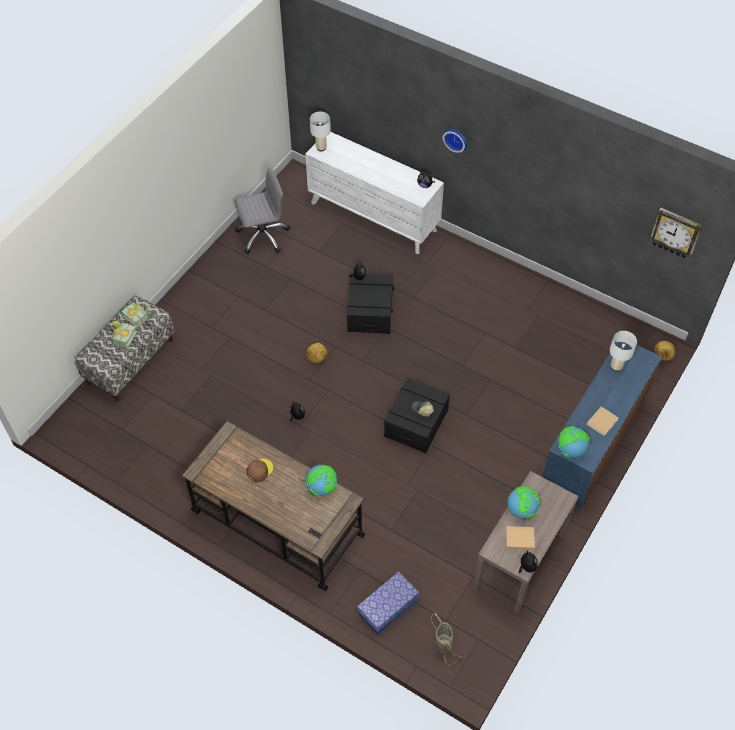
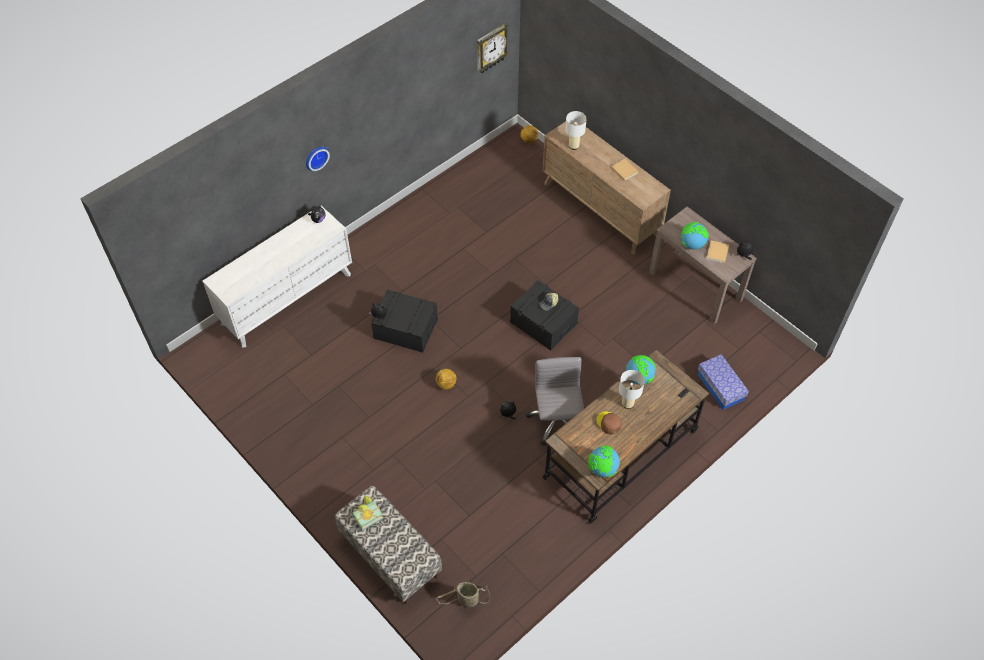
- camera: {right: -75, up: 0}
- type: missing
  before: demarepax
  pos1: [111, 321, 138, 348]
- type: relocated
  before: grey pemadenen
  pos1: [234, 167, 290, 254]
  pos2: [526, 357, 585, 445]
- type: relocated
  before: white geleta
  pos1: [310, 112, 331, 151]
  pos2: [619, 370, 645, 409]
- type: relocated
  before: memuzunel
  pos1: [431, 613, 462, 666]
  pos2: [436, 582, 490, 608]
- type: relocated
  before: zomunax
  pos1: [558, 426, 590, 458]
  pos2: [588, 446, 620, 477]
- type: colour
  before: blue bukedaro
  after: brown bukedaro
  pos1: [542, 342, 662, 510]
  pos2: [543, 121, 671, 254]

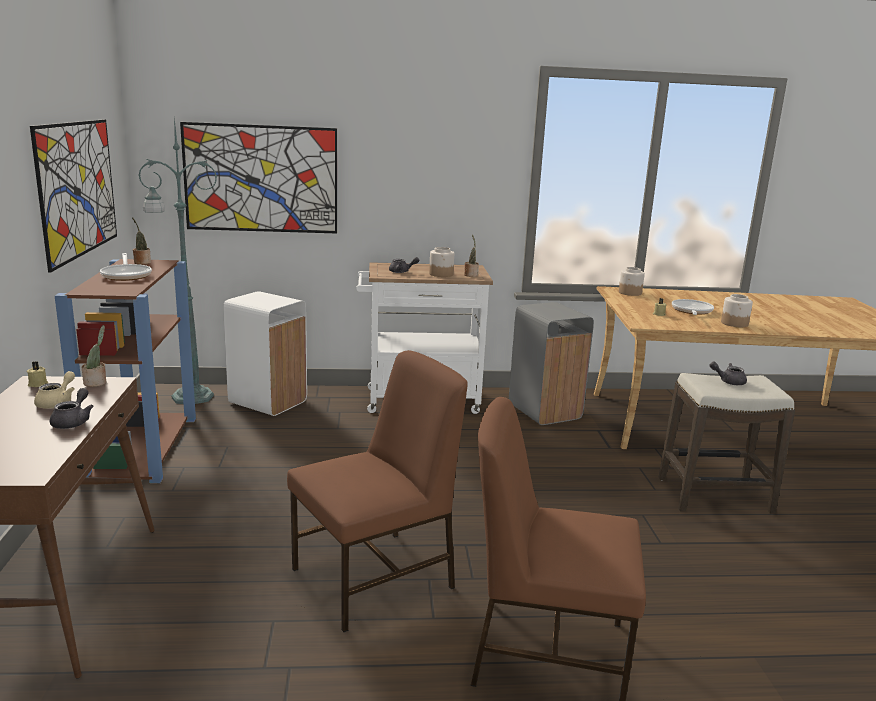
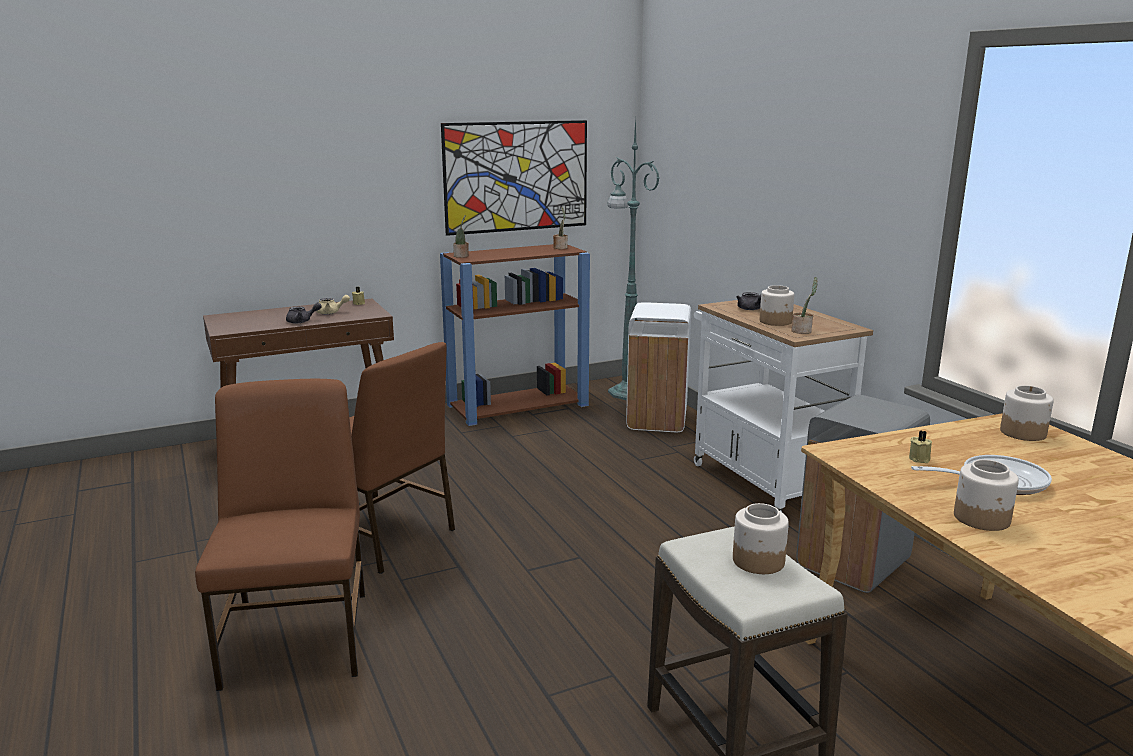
- camera: {right: 70, up: 0}
- type: missing
  before: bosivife
  pos1: [100, 253, 152, 281]
- type: missing
  before: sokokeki
  pos1: [180, 122, 337, 233]
- type: relocated
  before: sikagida
  pos1: [81, 325, 106, 387]
  pos2: [453, 215, 469, 258]
- type: exchanged
  before: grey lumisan
  after: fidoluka
  pos1: [709, 362, 747, 385]
  pos2: [733, 503, 789, 574]

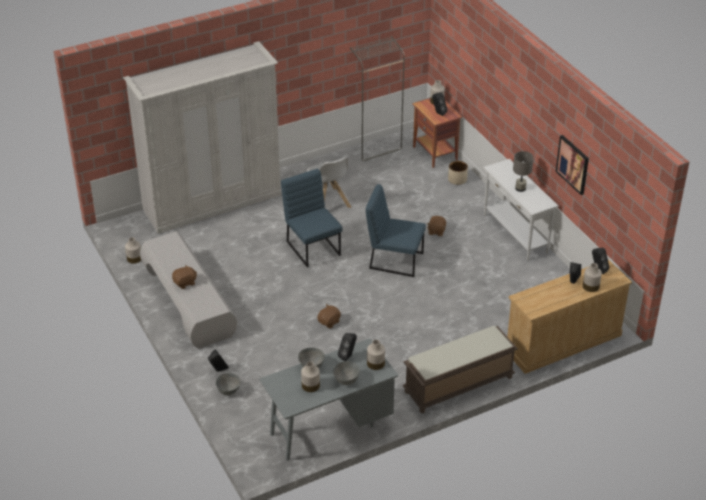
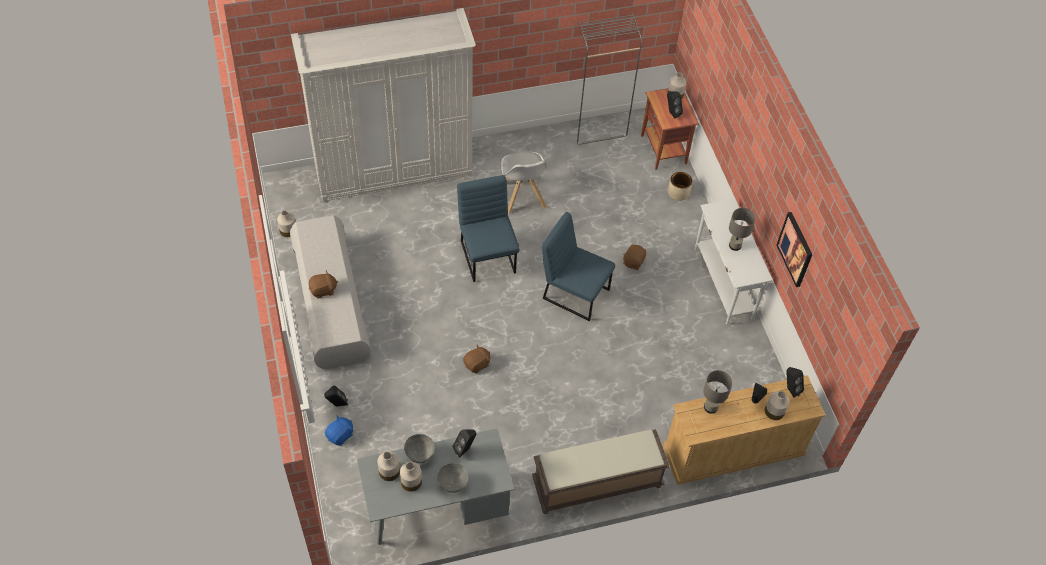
- camera: {right: 10, up: 15}
- type: appeared
  after: grey geleta
  pos2: [703, 370, 733, 414]
- type: relocated
  before: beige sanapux
  pos1: [367, 340, 385, 370]
  pos2: [377, 451, 400, 481]
- type: exchanged
  before: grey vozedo
  after: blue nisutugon
  pos1: [216, 373, 241, 395]
  pos2: [325, 416, 353, 446]

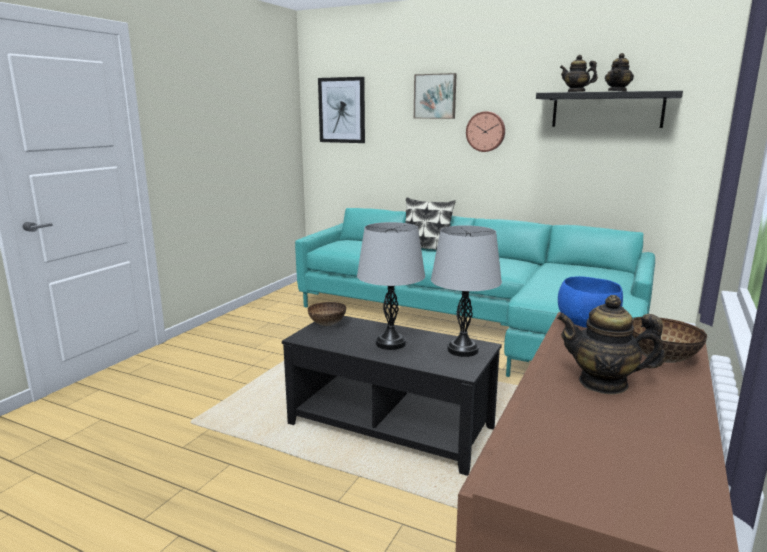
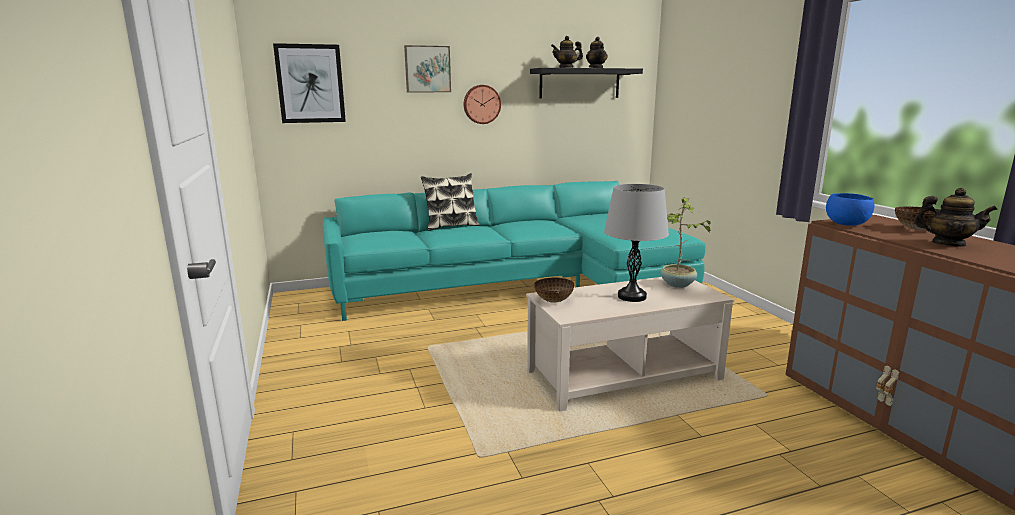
- camera: {right: -45, up: 0}
- type: exchanged
  before: grey geleta
  after: sikagida
  pos1: [431, 225, 502, 357]
  pos2: [660, 197, 711, 288]
- type: colour
  before: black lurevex
  after: beige lurevex
  pos1: [282, 316, 502, 476]
  pos2: [526, 277, 734, 412]
- type: spun
  before: lumisan
  pos1: [557, 295, 665, 395]
  pos2: [914, 188, 998, 247]
  turn: -120

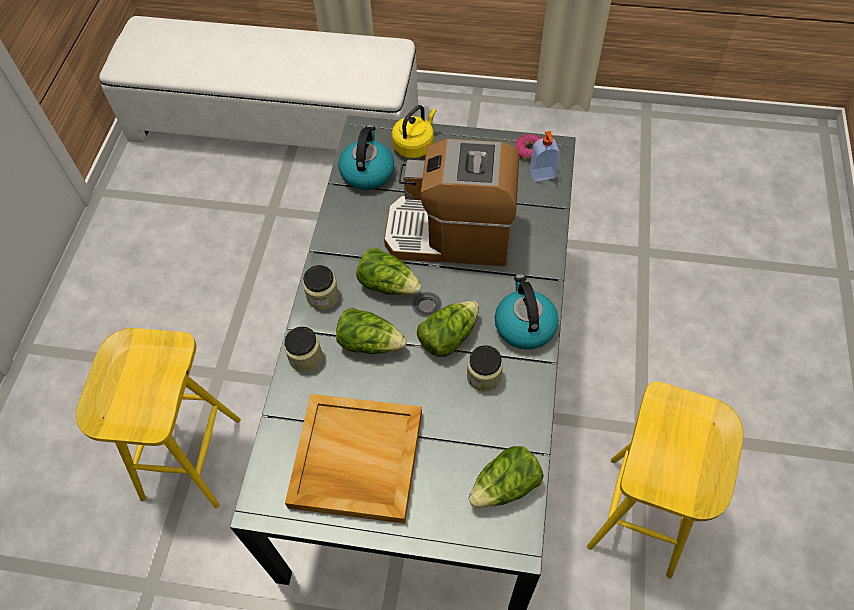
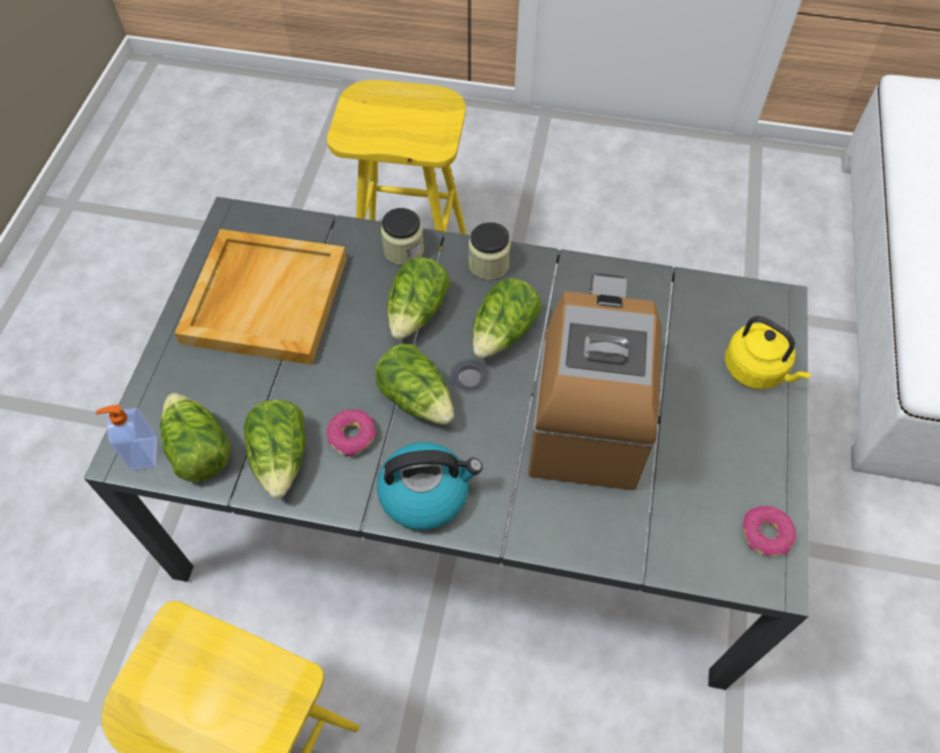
- camera: {right: 90, up: 0}
- type: missing
  before: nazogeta
  pos1: [338, 125, 394, 190]
- type: appeared
  after: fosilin
  pos2: [244, 400, 306, 498]
- type: relocated
  before: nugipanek
  pos1: [530, 131, 560, 182]
  pos2: [96, 405, 157, 471]
- type: exchanged
  before: fidoluka
  after: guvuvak
  pos1: [467, 345, 503, 392]
  pos2: [327, 409, 377, 457]

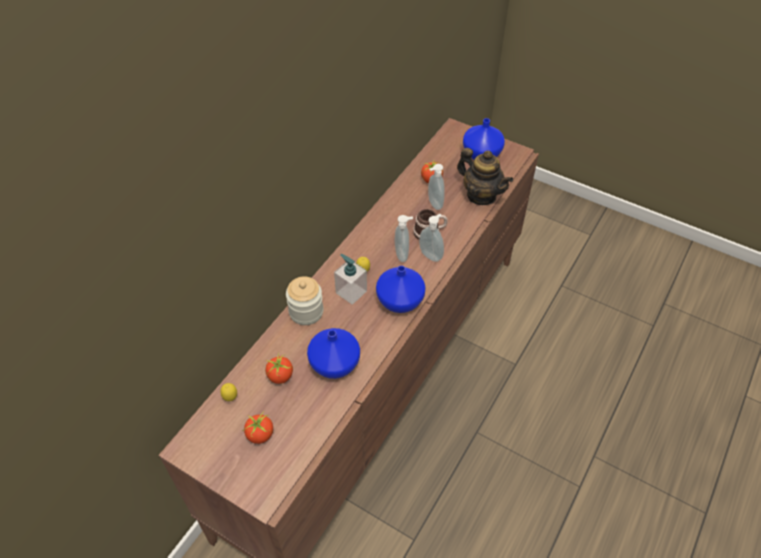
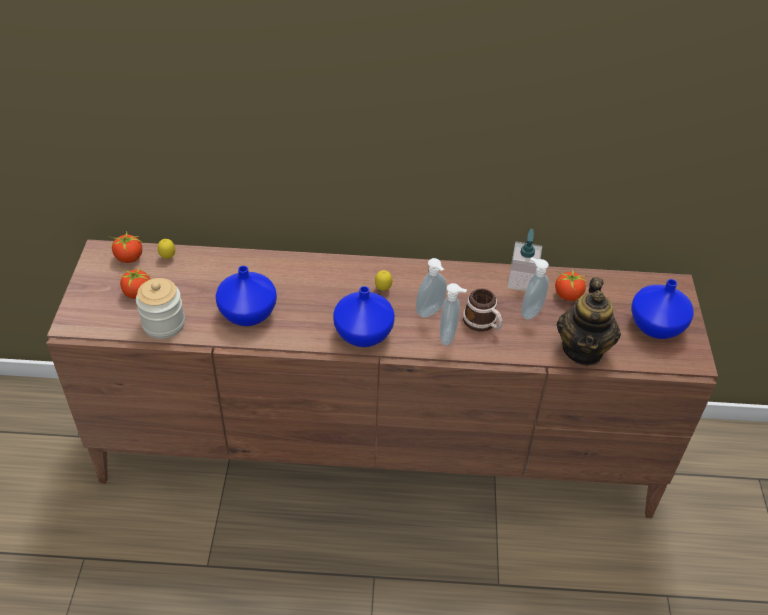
- camera: {right: 60, up: -5}
- type: relocated
  before: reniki
  pos1: [265, 352, 293, 384]
  pos2: [108, 231, 142, 263]
- type: relocated
  before: fidoluka
  pos1: [286, 277, 324, 325]
  pos2: [136, 278, 185, 339]
- type: relocated
  before: nugipanek
  pos1: [334, 254, 367, 305]
  pos2: [507, 228, 542, 291]

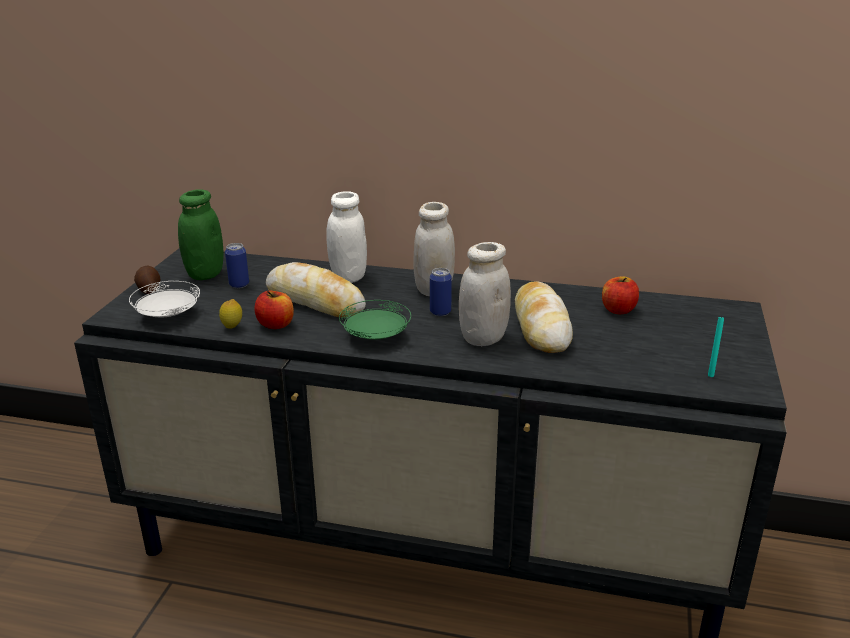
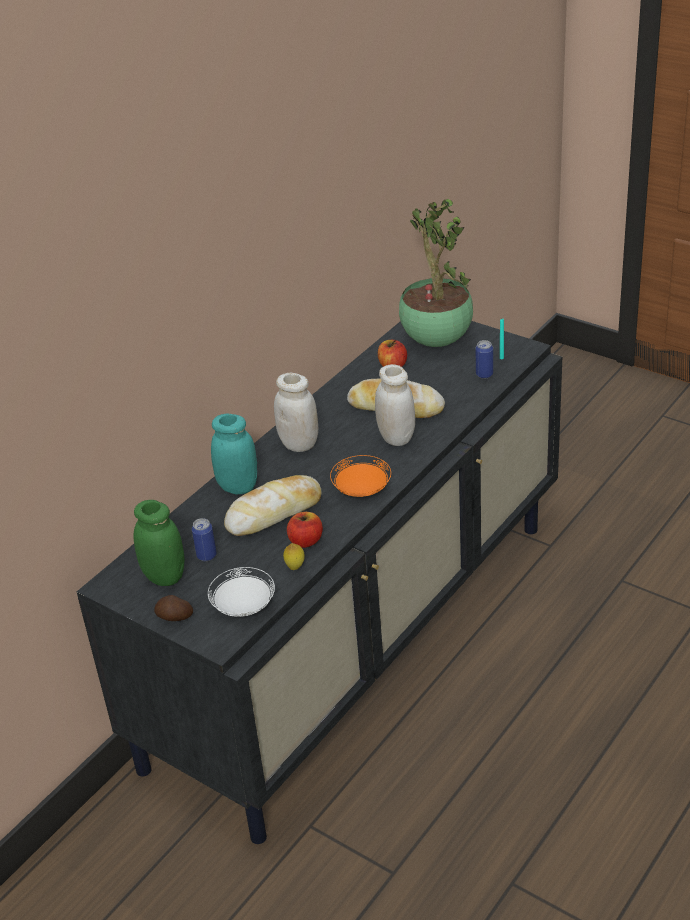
- camera: {right: -65, up: 10}
- type: appeared
  after: sikagida
  pos2: [399, 199, 473, 347]
- type: relocated
  before: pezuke
  pos1: [430, 268, 452, 316]
  pos2: [476, 340, 493, 379]
- type: colour
  before: white fidoluka
  after: turquoise fidoluka
  pos1: [326, 191, 367, 283]
  pos2: [211, 414, 257, 495]
- type: colour
  before: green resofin
  after: orange resofin
  pos1: [339, 300, 411, 340]
  pos2: [330, 455, 391, 497]

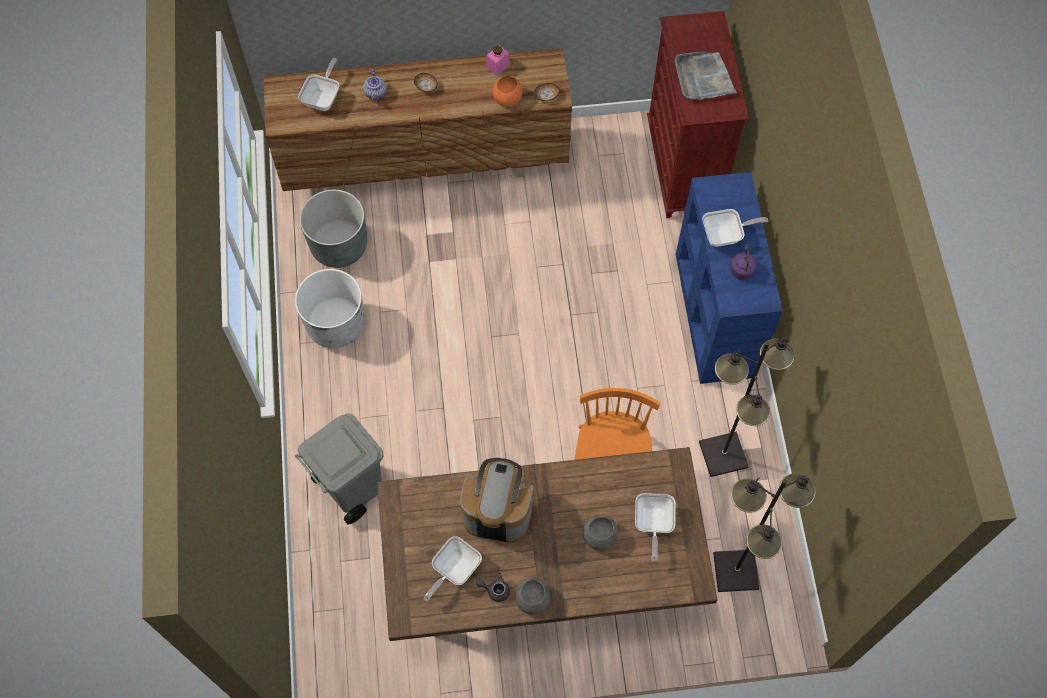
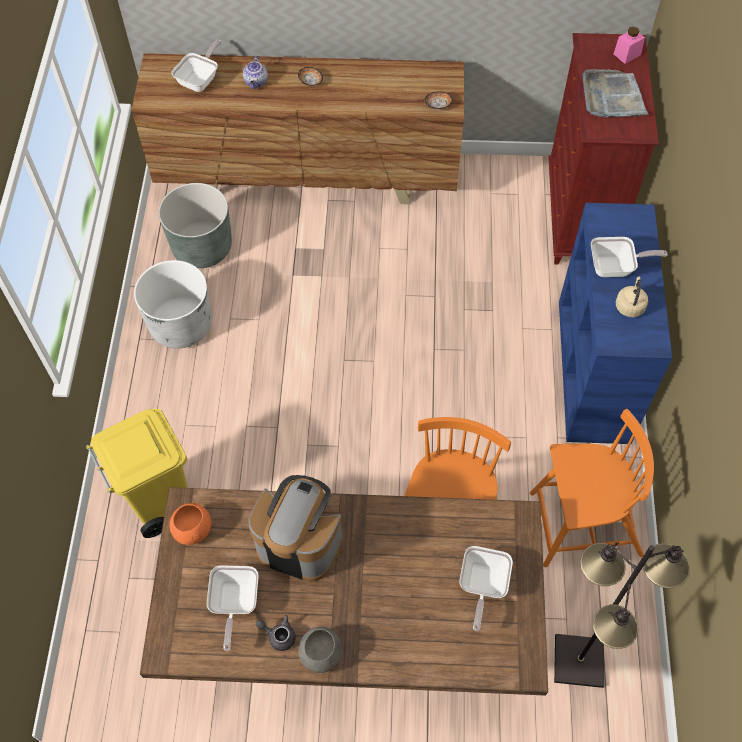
- camera: {right: 10, up: -5}
- type: missing
  before: grey vozedo
  pos1: [583, 514, 618, 550]
- type: relocated
  before: pink fidoluka
  pos1: [486, 45, 510, 76]
  pos2: [614, 27, 645, 64]
- type: relocated
  before: orange vozedo
  pos1: [492, 76, 523, 107]
  pos2: [169, 503, 212, 545]
- type: exchanged
  before: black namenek
  after: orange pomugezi
  pos1: [699, 337, 795, 477]
  pos2: [530, 409, 654, 567]
- type: colour
  before: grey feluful
  after: yellow feluful
  pos1: [295, 414, 383, 524]
  pos2: [86, 409, 188, 538]
- type: colour
  before: purple nazogeta
  after: beige nazogeta
  pos1: [730, 244, 757, 280]
  pos2: [616, 277, 648, 317]
- type: spun
  before: bosivife
  pos1: [424, 536, 482, 601]
  pos2: [207, 565, 259, 651]
  turn: -45

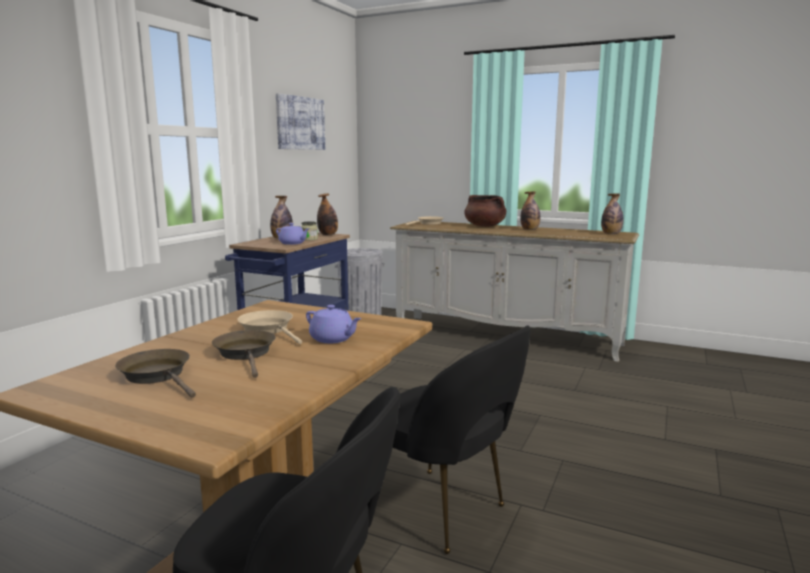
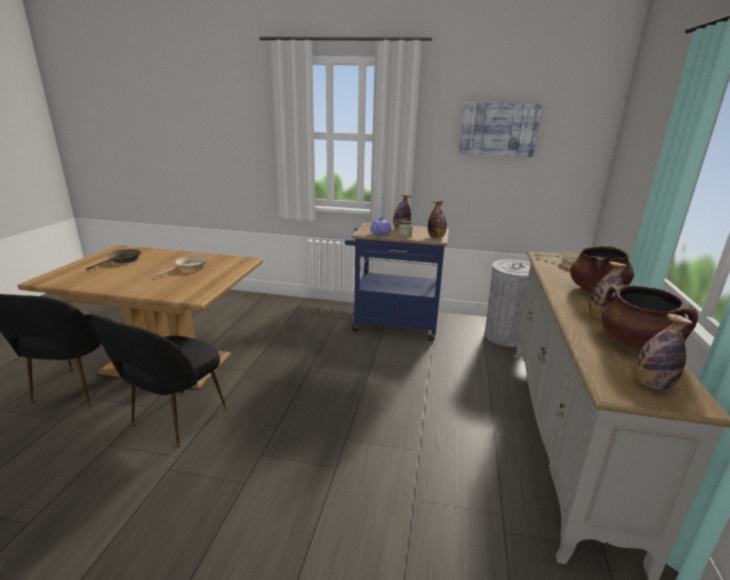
- camera: {right: 75, up: 10}
- type: missing
  before: brown bosivife
  pos1: [212, 330, 276, 378]
- type: missing
  before: purple lumisan
  pos1: [306, 305, 362, 343]
- type: appeared
  after: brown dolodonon
  pos2: [602, 285, 698, 350]

